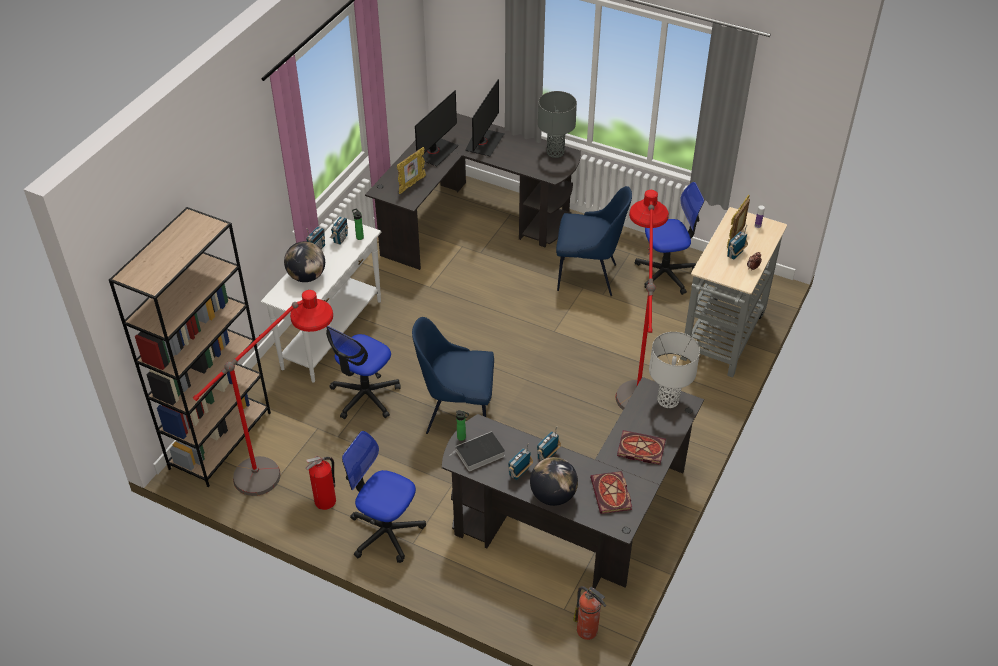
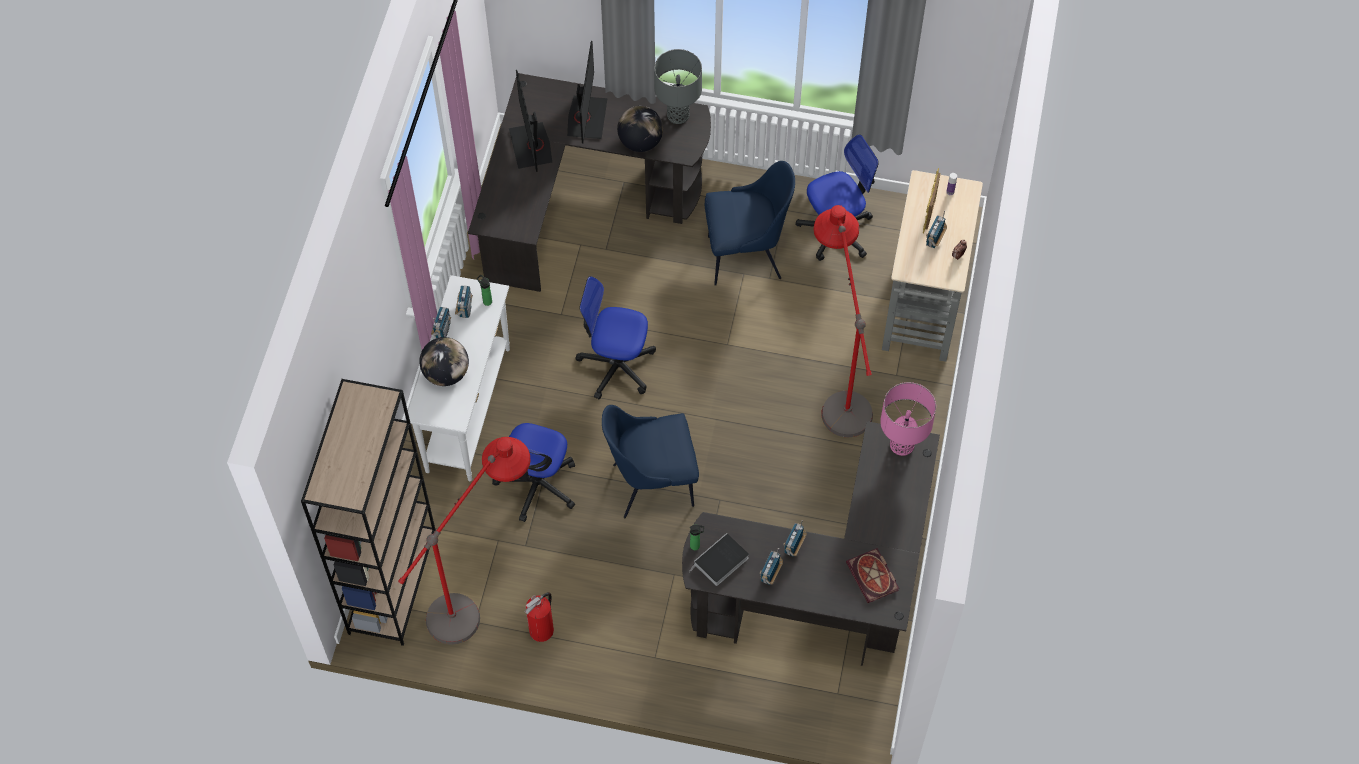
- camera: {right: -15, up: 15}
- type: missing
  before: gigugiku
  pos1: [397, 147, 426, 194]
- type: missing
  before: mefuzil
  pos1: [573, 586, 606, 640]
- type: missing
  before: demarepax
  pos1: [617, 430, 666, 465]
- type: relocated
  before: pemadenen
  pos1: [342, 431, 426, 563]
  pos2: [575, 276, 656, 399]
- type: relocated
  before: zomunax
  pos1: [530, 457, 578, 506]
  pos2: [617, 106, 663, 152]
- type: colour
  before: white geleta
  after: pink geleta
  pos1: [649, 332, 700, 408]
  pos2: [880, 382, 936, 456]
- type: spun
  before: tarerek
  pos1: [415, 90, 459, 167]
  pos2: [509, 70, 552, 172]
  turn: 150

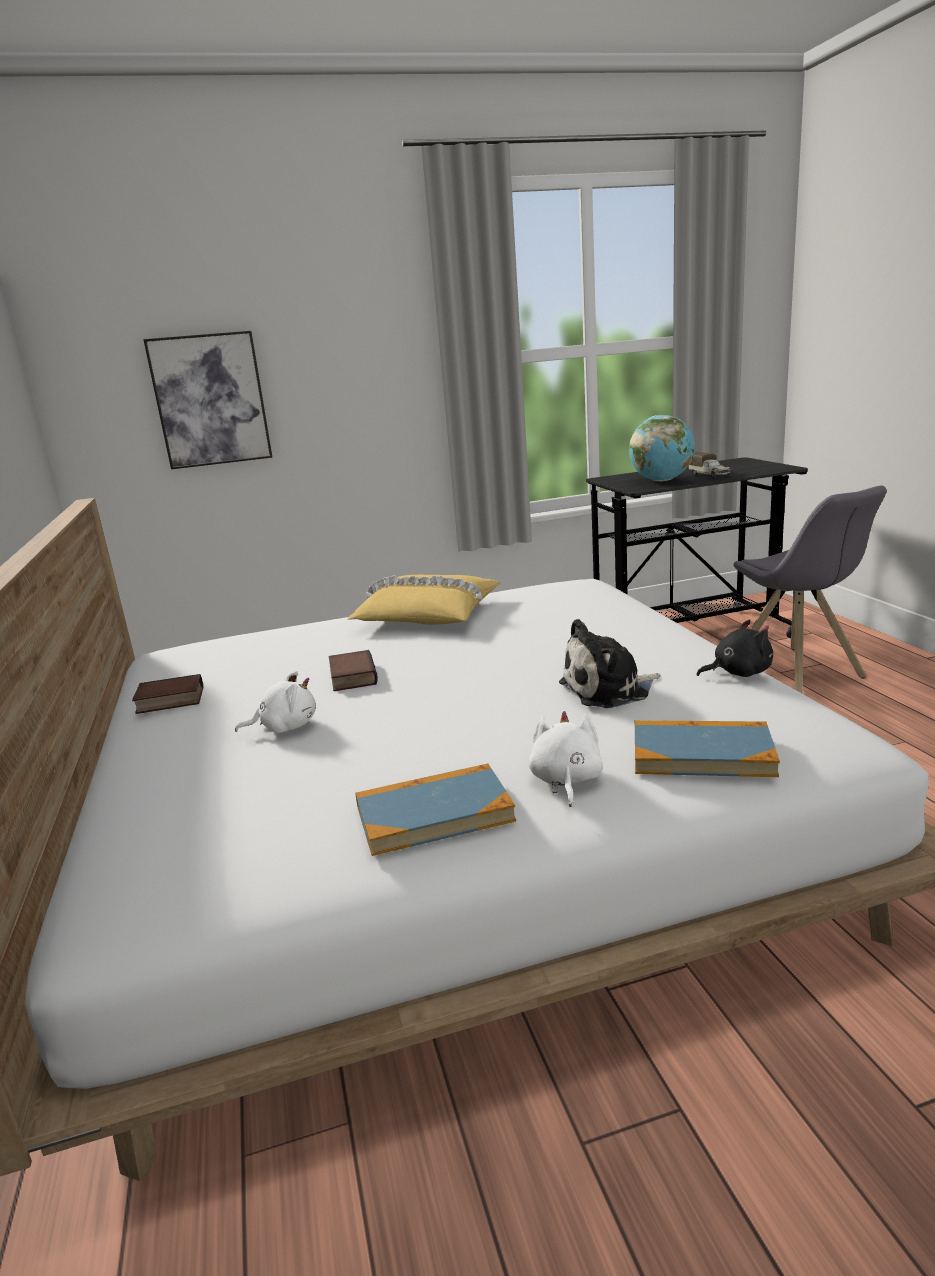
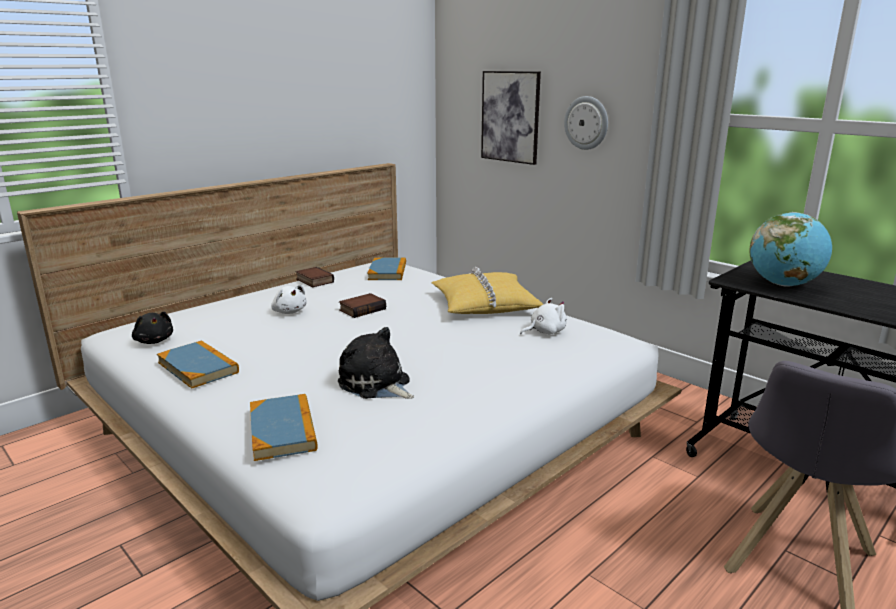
- camera: {right: 60, up: 0}
- type: missing
  before: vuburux
  pos1: [688, 452, 731, 478]
- type: appeared
  after: demarepax
  pos2: [367, 257, 406, 280]
- type: appeared
  after: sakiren
  pos2: [564, 96, 608, 150]
- type: relocated
  before: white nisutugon
  pos1: [529, 711, 603, 807]
  pos2: [520, 298, 567, 334]
- type: relocated
  before: black nisutugon
  pos1: [697, 620, 773, 677]
  pos2: [132, 312, 173, 344]

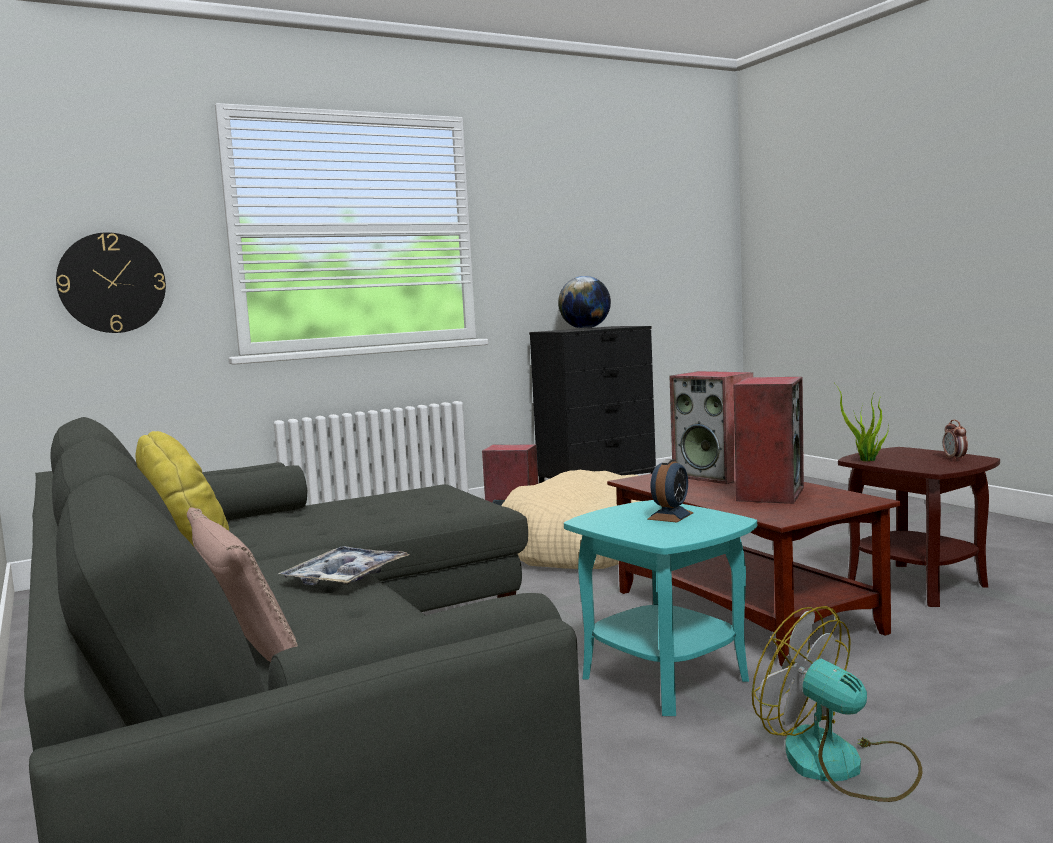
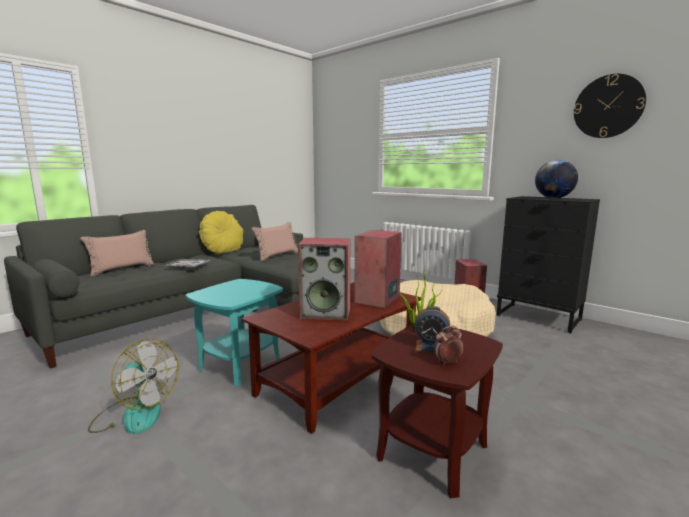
- camera: {right: 70, up: 5}
- type: appeared
  after: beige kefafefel
  pos2: [252, 222, 298, 261]
- type: relocated
  before: sakiren
  pos1: [56, 232, 166, 333]
  pos2: [574, 74, 646, 138]
- type: relocated
  before: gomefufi
  pos1: [647, 459, 693, 522]
  pos2: [415, 306, 450, 353]
- type: spun
  before: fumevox
  pos1: [752, 606, 923, 802]
  pos2: [88, 338, 179, 434]
  turn: 90

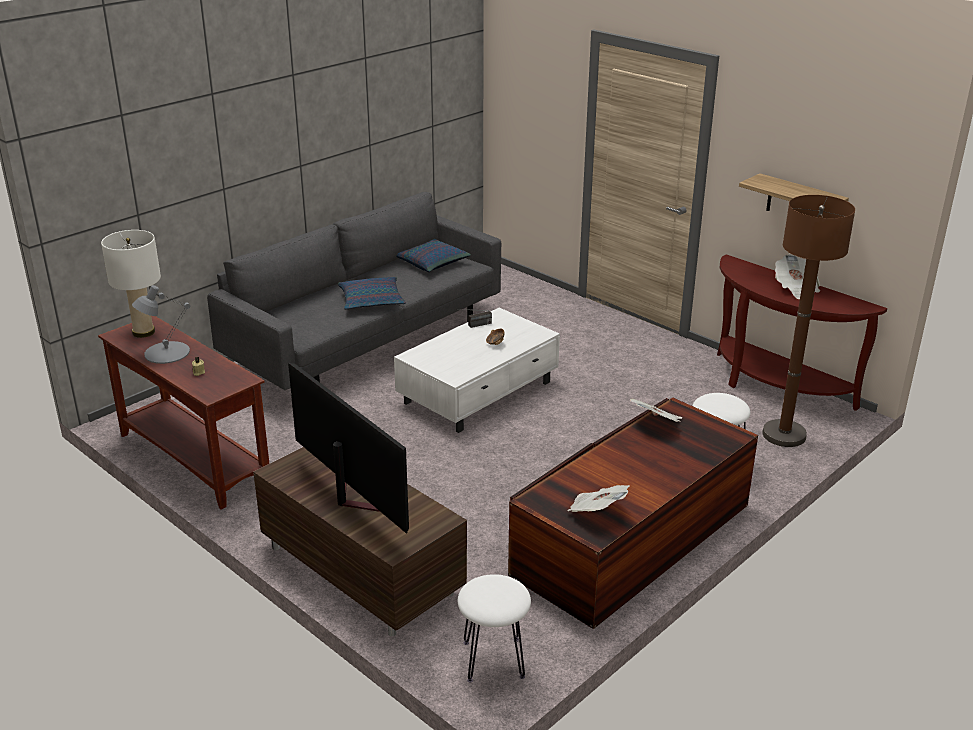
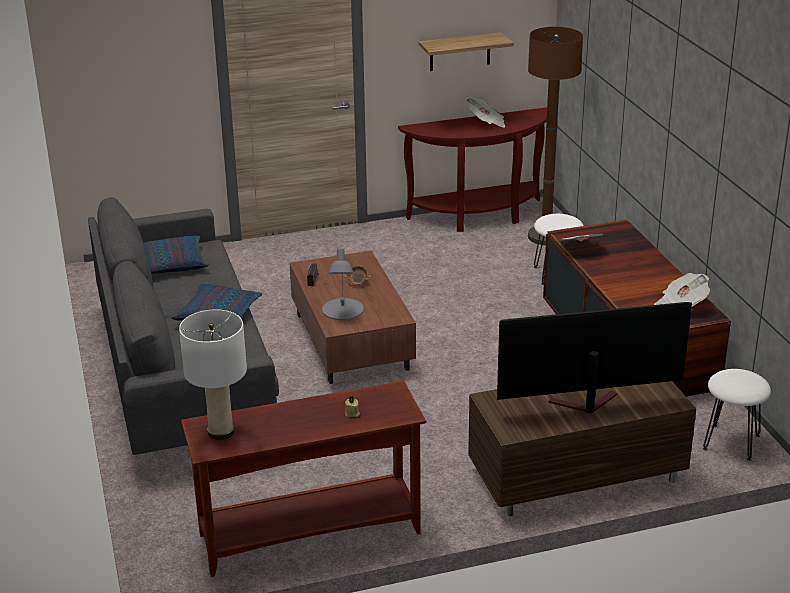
- camera: {right: -60, up: 0}
- type: relocated
  before: grey geleta
  pos1: [132, 285, 190, 364]
  pos2: [322, 248, 364, 320]
- type: colour
  before: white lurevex
  after: brown lurevex
  pos1: [394, 308, 560, 433]
  pos2: [289, 251, 416, 384]

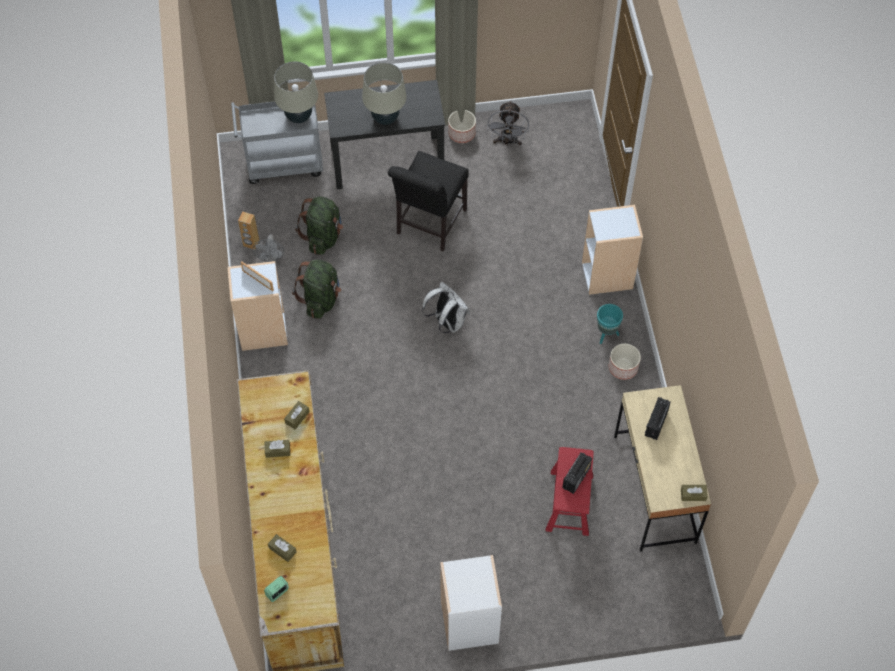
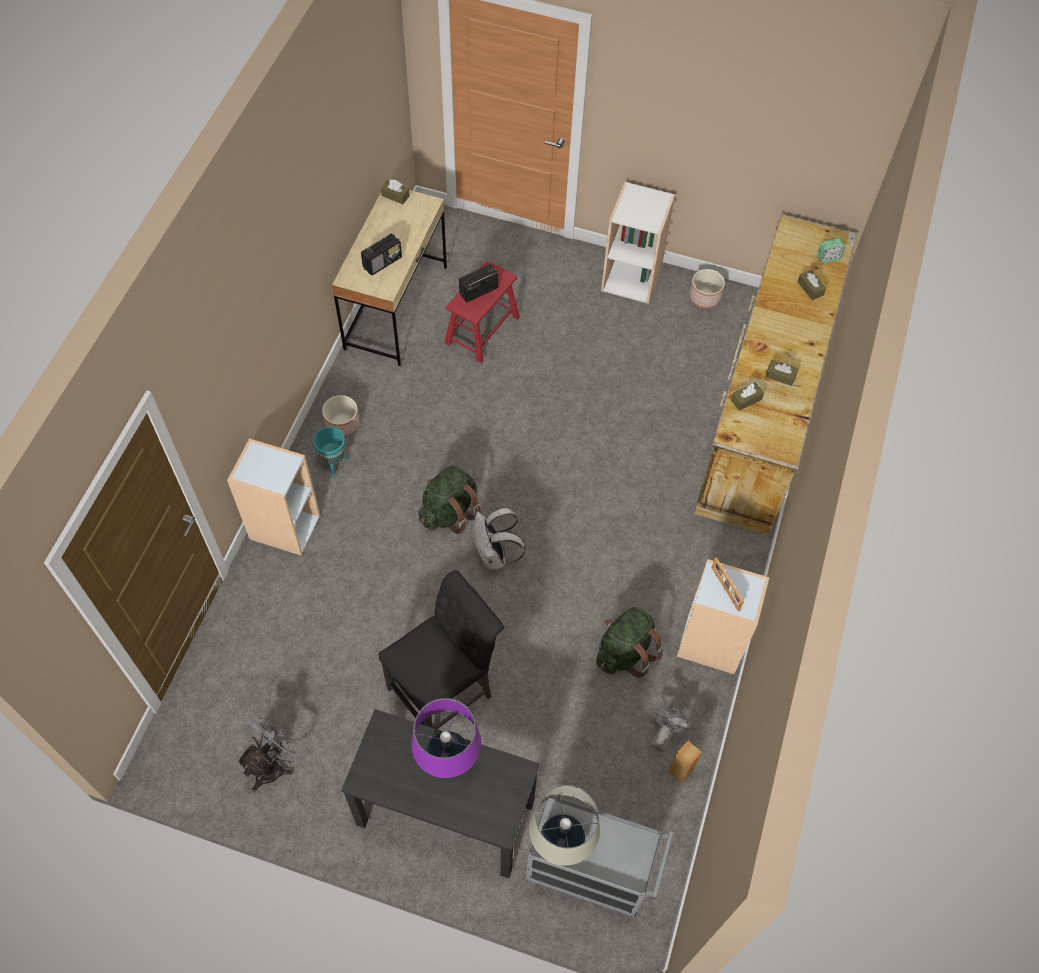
- camera: {right: -155, up: 0}
- type: relocated
  before: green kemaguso
  pos1: [295, 196, 343, 255]
  pos2: [419, 465, 481, 534]
- type: relocated
  before: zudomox
  pos1: [448, 110, 476, 143]
  pos2: [689, 269, 725, 309]
- type: colour
  before: beige geleta
  after: purple geleta
  pos1: [362, 62, 407, 125]
  pos2: [411, 698, 481, 778]

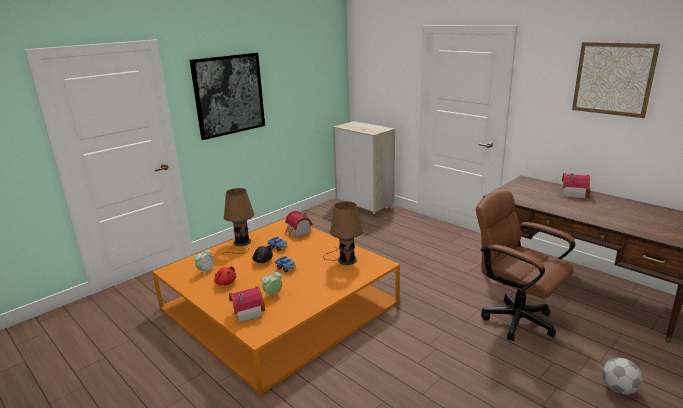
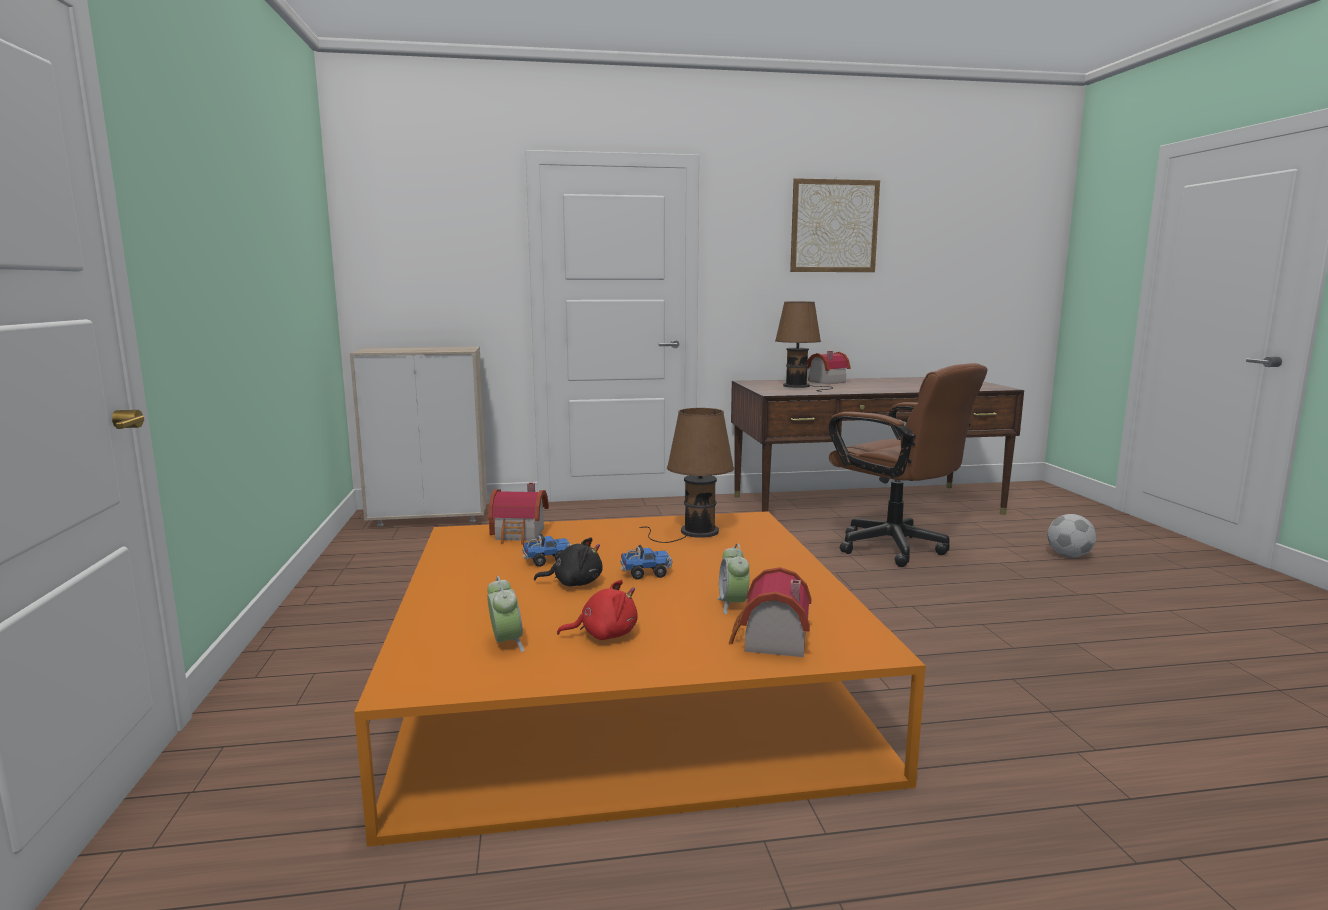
- camera: {right: -55, up: -10}
- type: missing
  before: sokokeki
  pos1: [190, 53, 265, 140]
- type: relocated
  before: brown geleta
  pos1: [223, 188, 254, 255]
  pos2: [775, 301, 833, 392]
- type: spun
  before: brown pemadenen
  pos1: [476, 191, 575, 341]
  pos2: [829, 363, 988, 567]
  turn: -120

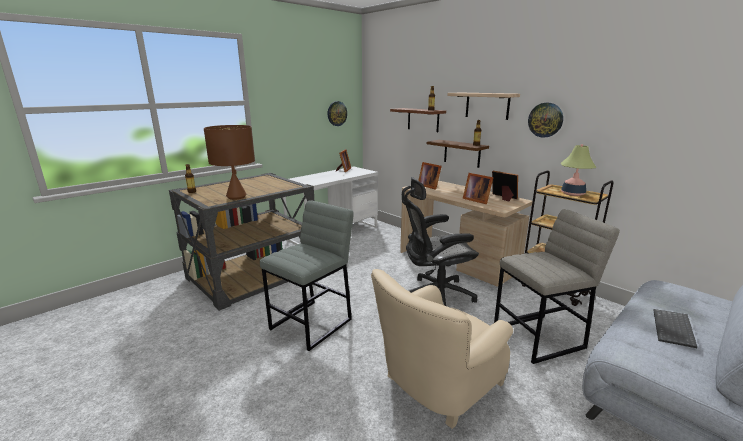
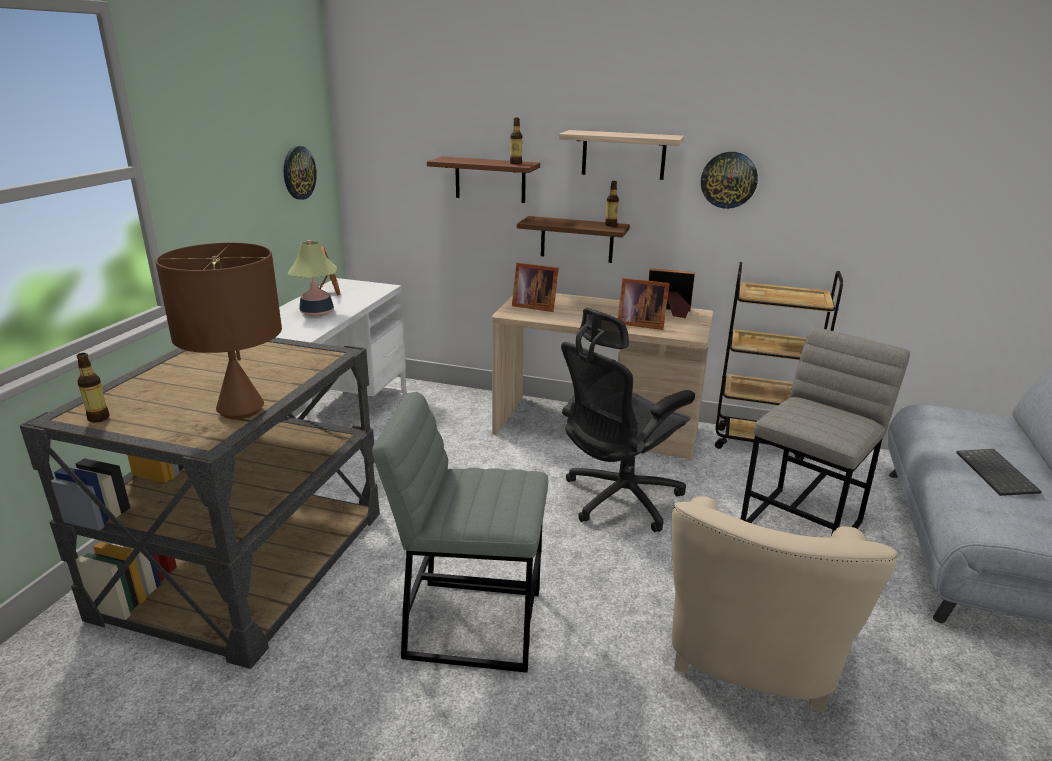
- camera: {right: -30, up: 5}
- type: relocated
  before: geleta
  pos1: [561, 144, 596, 196]
  pos2: [288, 240, 337, 316]
- type: spun
  before: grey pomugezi
  pos1: [260, 201, 354, 351]
  pos2: [372, 392, 548, 673]
  turn: -90

